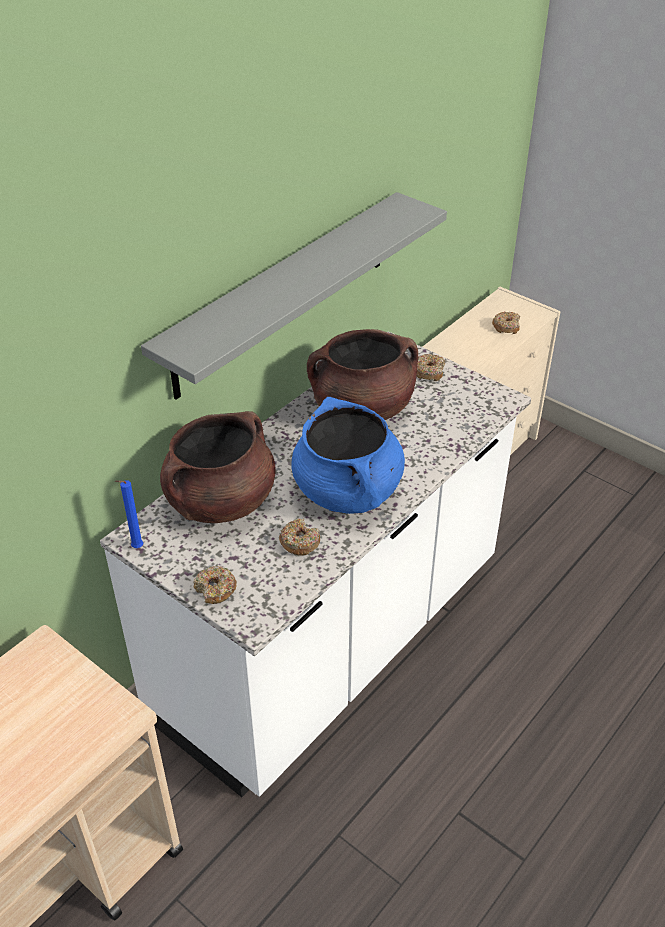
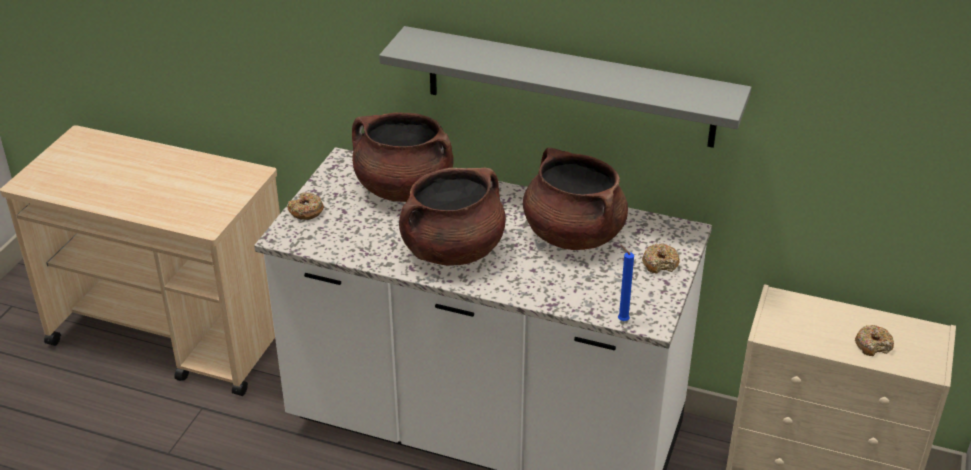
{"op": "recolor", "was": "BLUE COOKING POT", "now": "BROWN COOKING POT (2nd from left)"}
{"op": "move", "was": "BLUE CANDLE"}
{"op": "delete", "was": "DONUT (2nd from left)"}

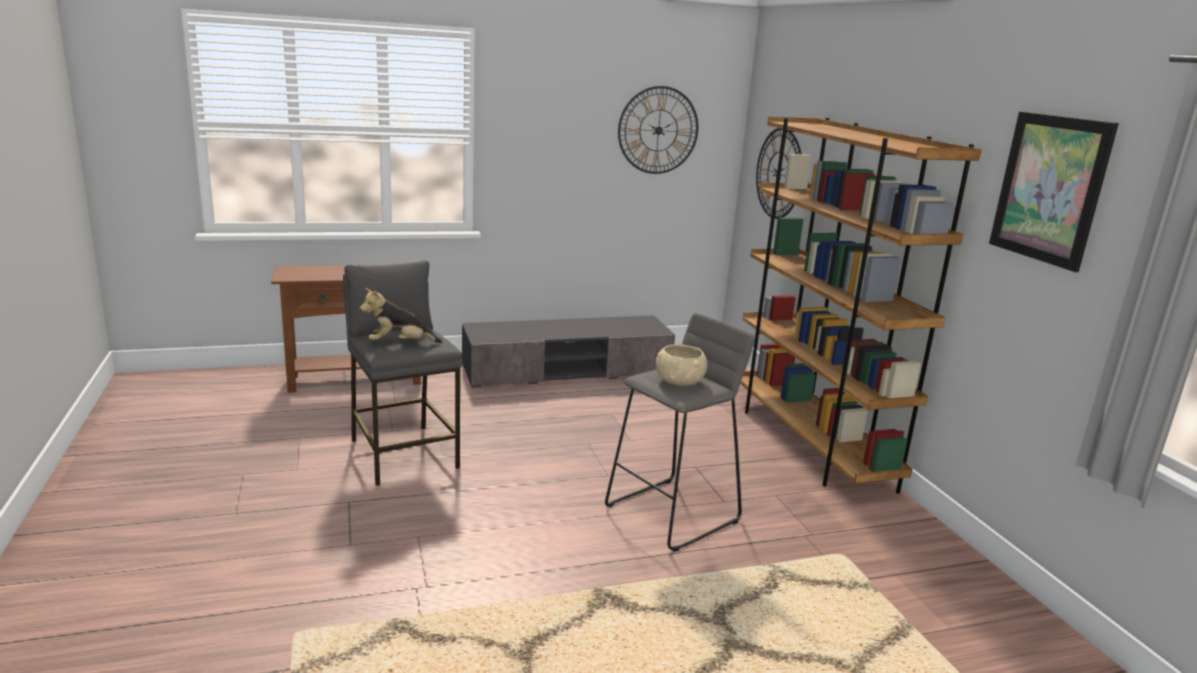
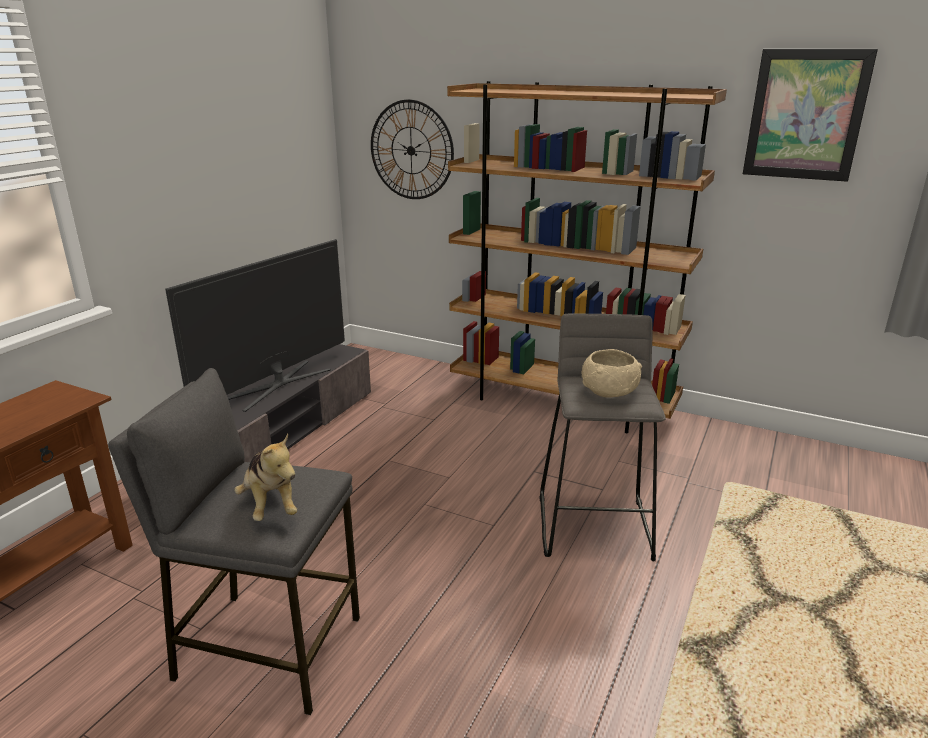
{"op": "insert", "now": "TELEVISION"}
{"op": "rotate", "was": "PLUSH TOY", "clockwise": -60}
{"op": "delete", "was": "WALL CLOCK (1st from left)"}

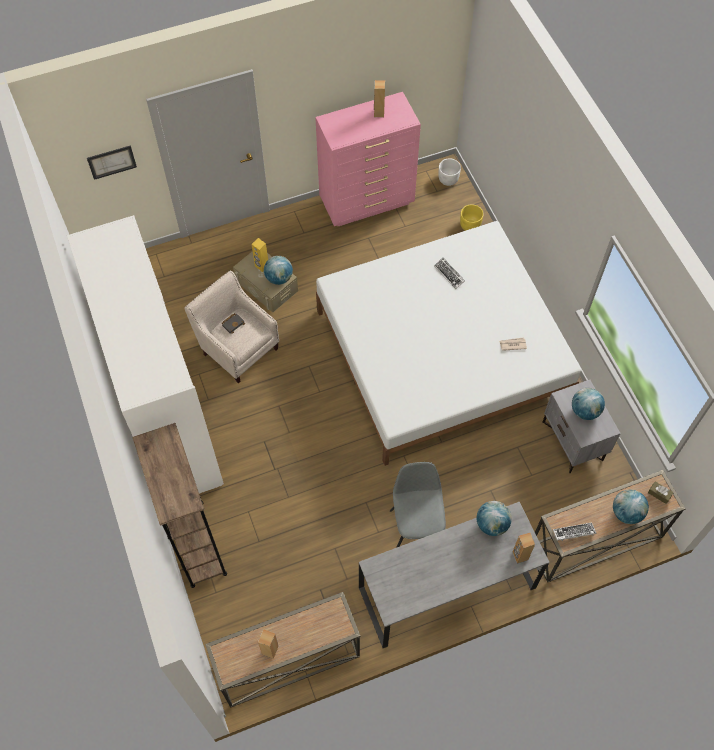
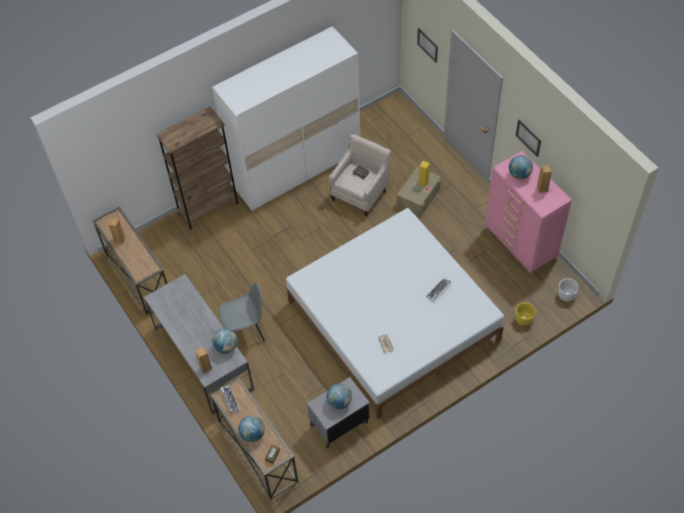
{"op": "move", "was": "GLOBE (1st from left in the first image)", "now": "GLOBE (4th from left)"}
{"op": "insert", "now": "PICTURE (2nd from left)"}

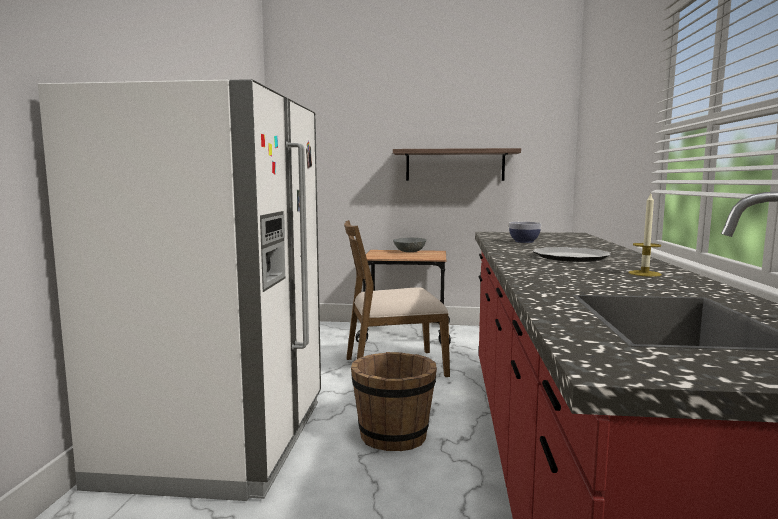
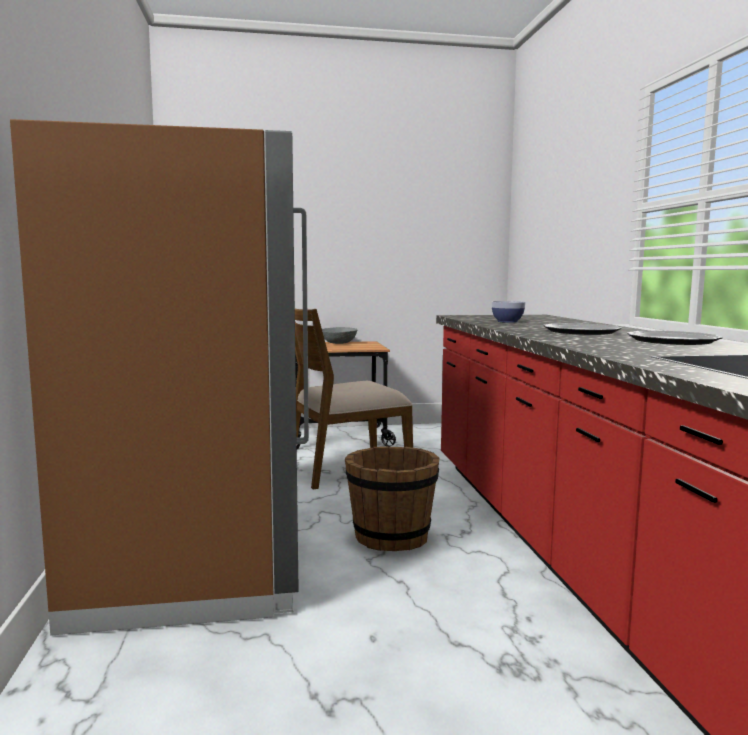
{"op": "recolor", "was": "WHITE FRIDGE", "now": "BROWN FRIDGE"}
{"op": "replace", "was": "CANDLE", "now": "PLATE (2nd from left)"}
{"op": "delete", "was": "SHELF"}

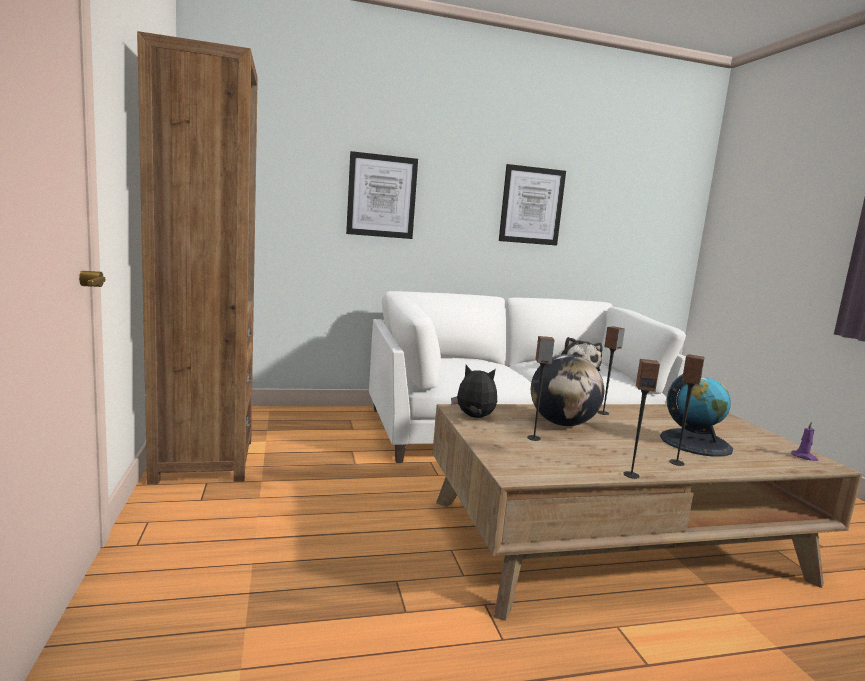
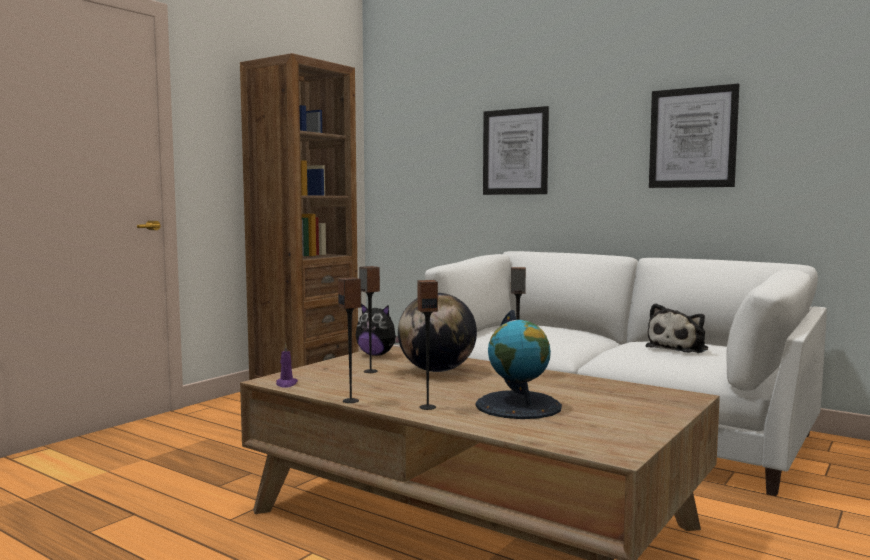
{"op": "move", "was": "PURPLE CANDLE"}
{"op": "rotate", "was": "PLUSH TOY (1st from left)", "clockwise": 135}

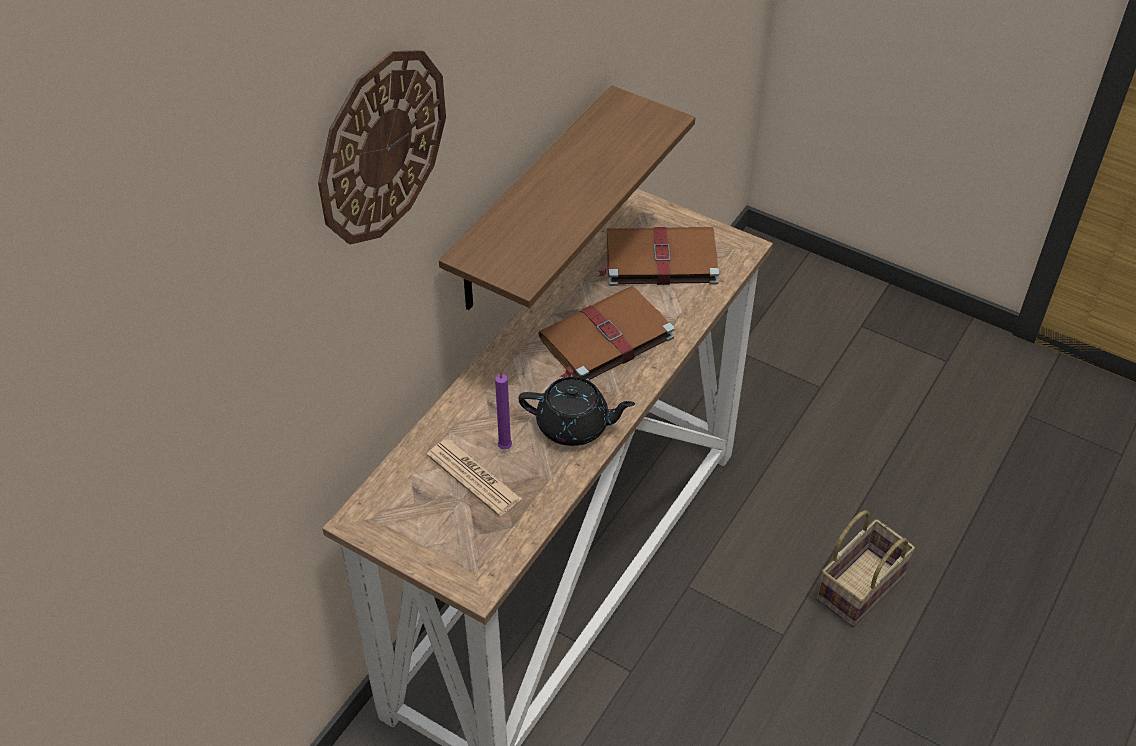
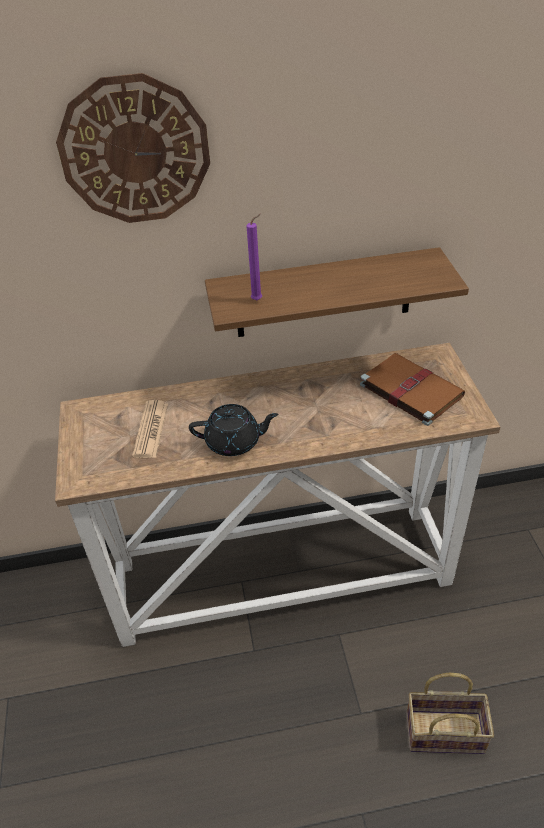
{"op": "rotate", "was": "BLACK TEAPOT", "clockwise": -60}
{"op": "move", "was": "PURPLE CANDLE"}
{"op": "delete", "was": "BROWN BOOK (1st from left)"}

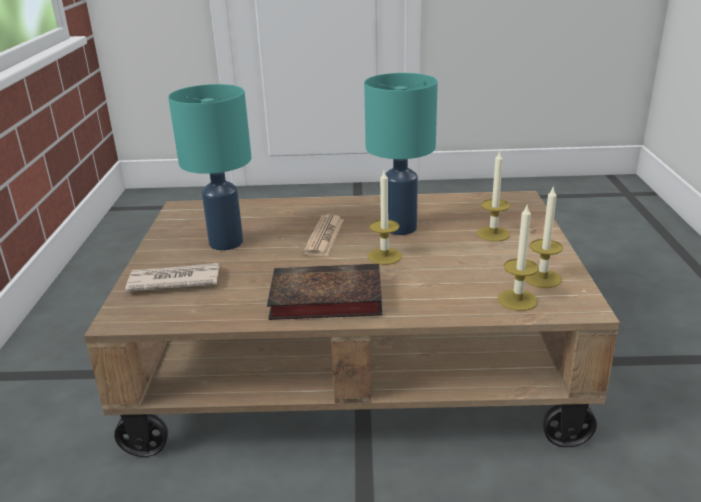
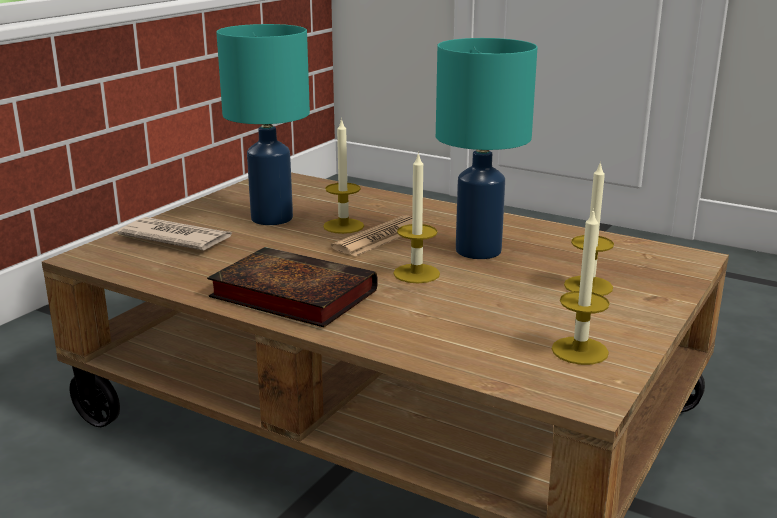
{"op": "move", "was": "CANDLE (3rd from left in the first image)", "now": "CANDLE (1st from left)"}

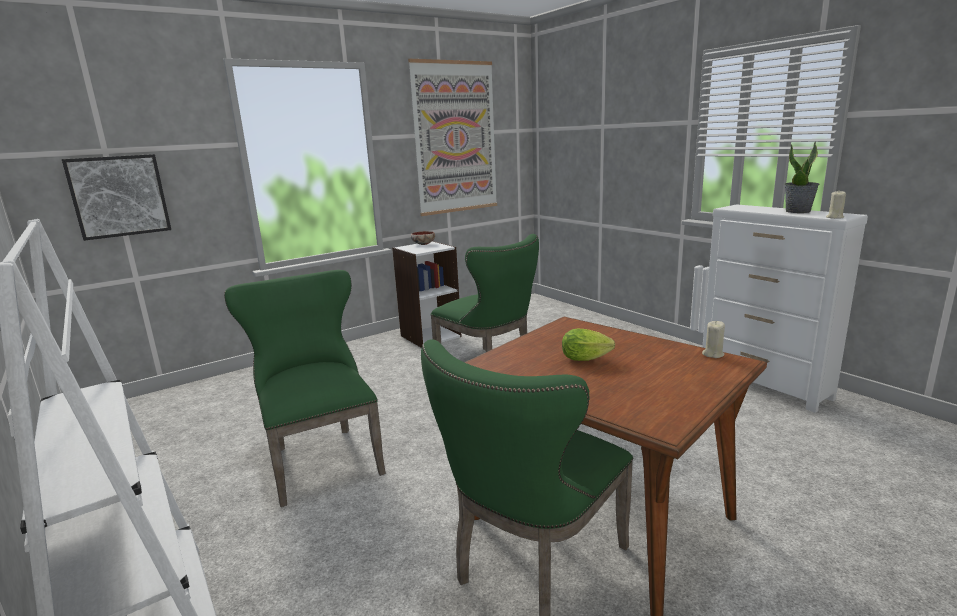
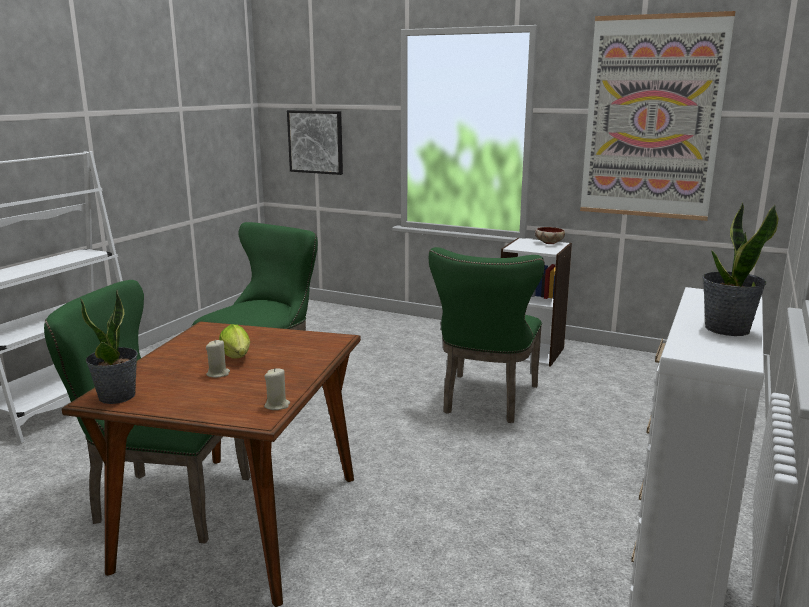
{"op": "insert", "now": "POTTED PLANT (1st from left)"}
{"op": "move", "was": "BEIGE CANDLE (2nd from left in the first image)", "now": "BEIGE CANDLE (1st from left)"}

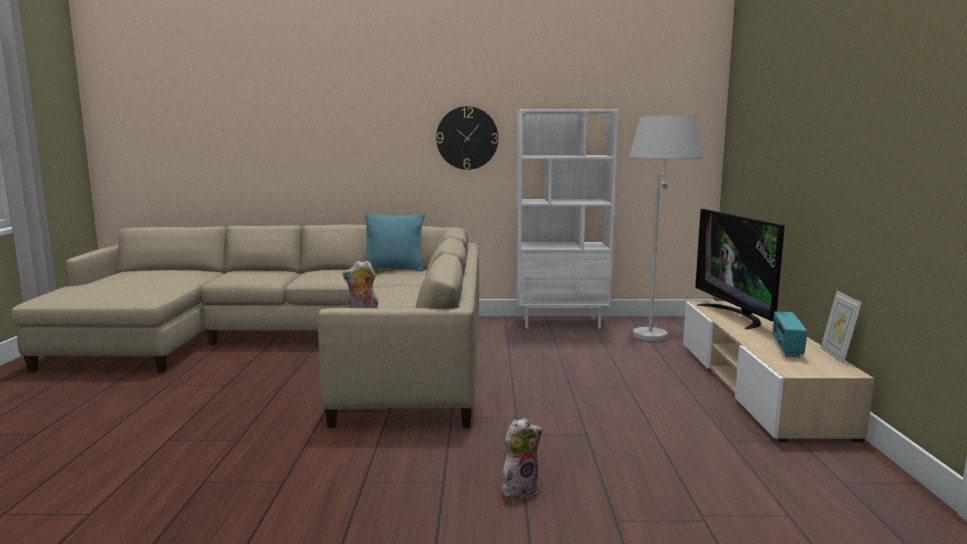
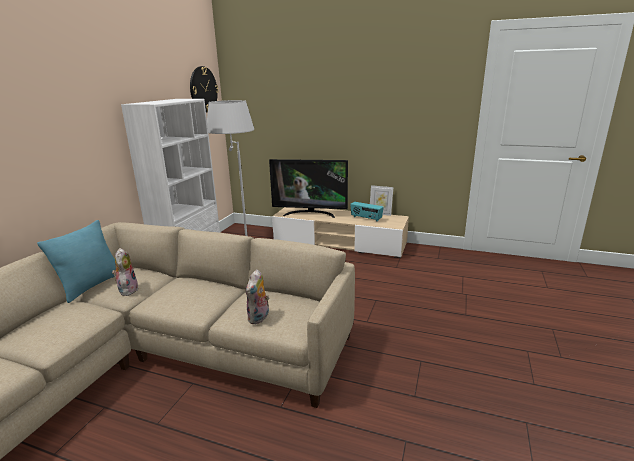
{"op": "move", "was": "PLUSH TOY (2nd from left in the first image)", "now": "PLUSH TOY (1st from left)"}
{"op": "move", "was": "WALL CLOCK"}

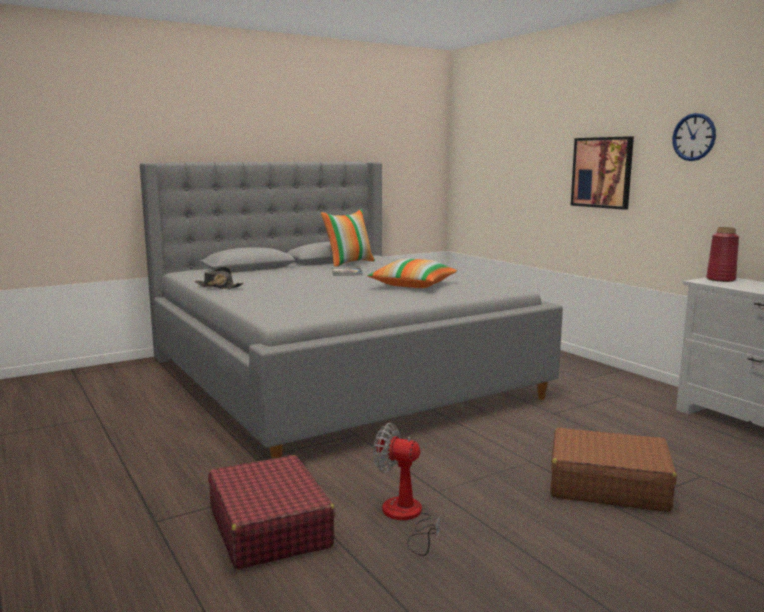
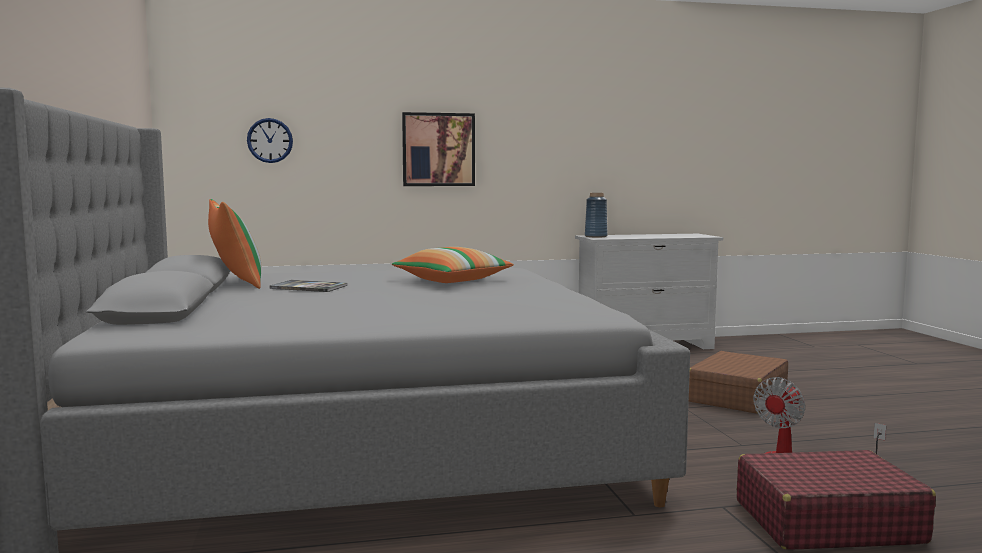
{"op": "move", "was": "WALL CLOCK"}
{"op": "recolor", "was": "RED VASE", "now": "BLUE VASE"}
{"op": "delete", "was": "BLACK HAT"}

